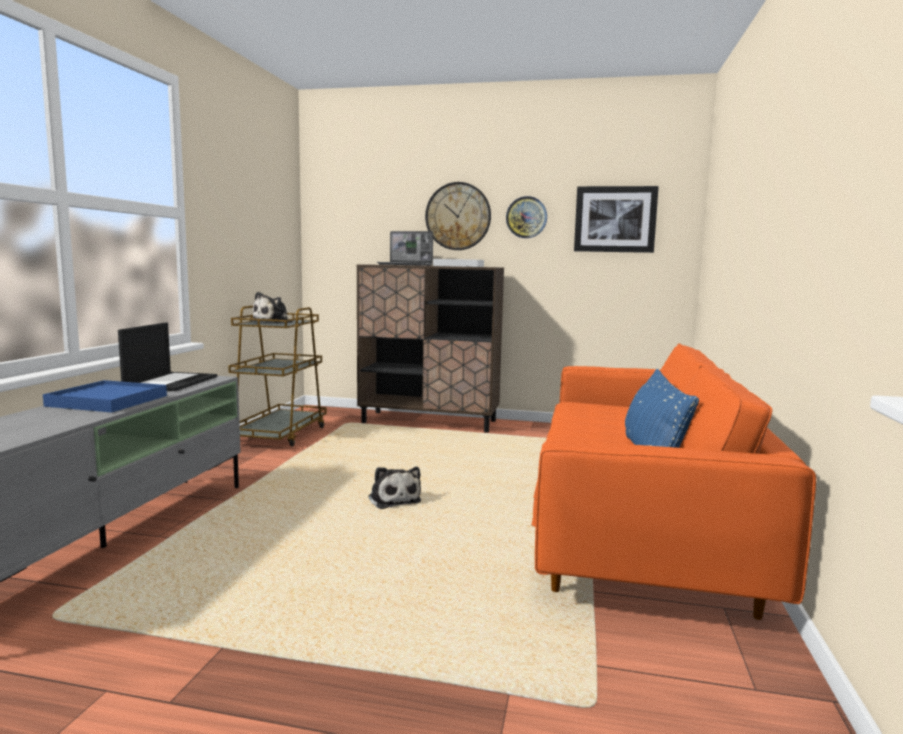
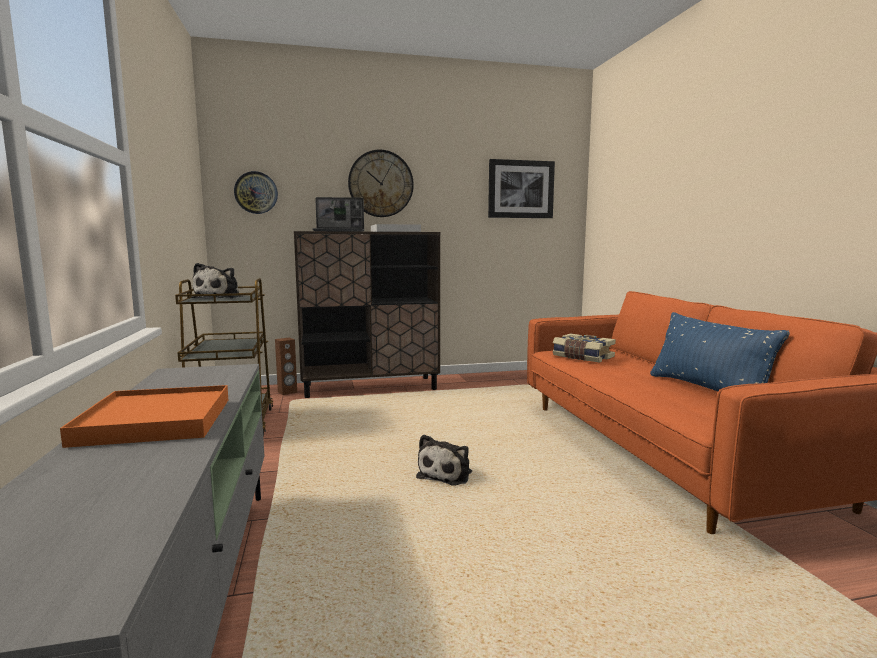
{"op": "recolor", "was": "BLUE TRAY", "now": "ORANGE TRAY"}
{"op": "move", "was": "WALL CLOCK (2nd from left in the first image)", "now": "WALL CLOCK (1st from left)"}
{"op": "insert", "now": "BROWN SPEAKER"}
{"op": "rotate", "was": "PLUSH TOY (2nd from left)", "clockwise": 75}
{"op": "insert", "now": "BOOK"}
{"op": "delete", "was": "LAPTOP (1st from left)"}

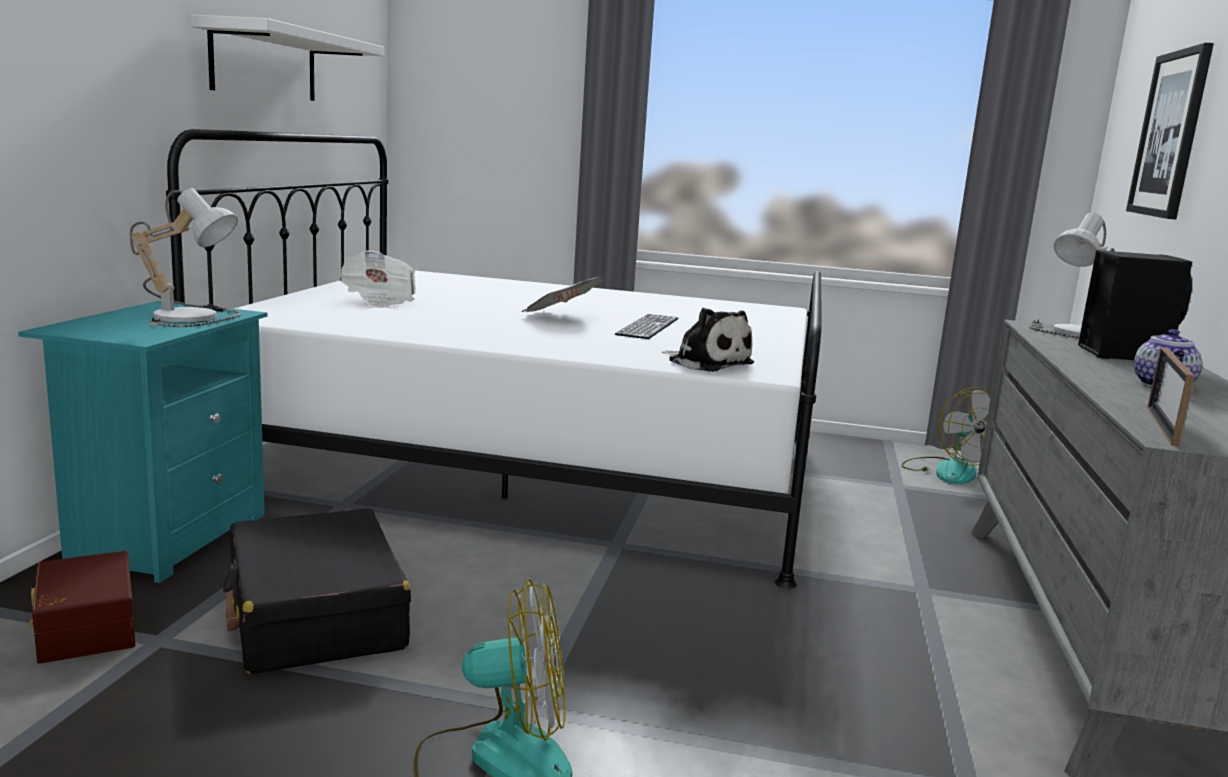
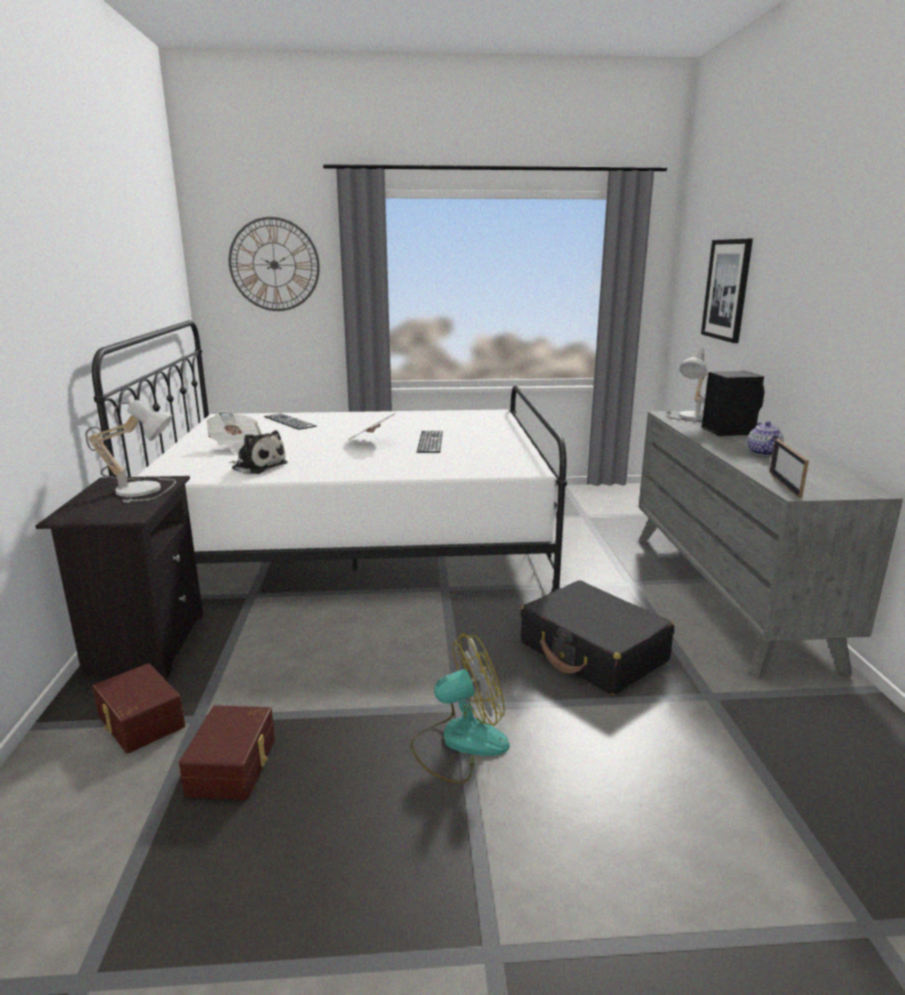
{"op": "recolor", "was": "TURQUOISE NIGHTSTAND", "now": "BLACK NIGHTSTAND"}
{"op": "insert", "now": "BROWN STORAGE BOX (2nd from left)"}
{"op": "insert", "now": "WALL CLOCK"}
{"op": "move", "was": "PLUSH TOY"}
{"op": "insert", "now": "KEYBOARD (1st from left)"}
{"op": "move", "was": "BLACK SUITCASE"}
{"op": "delete", "was": "WHITE SHELF"}
{"op": "delete", "was": "FAN (2nd from left)"}

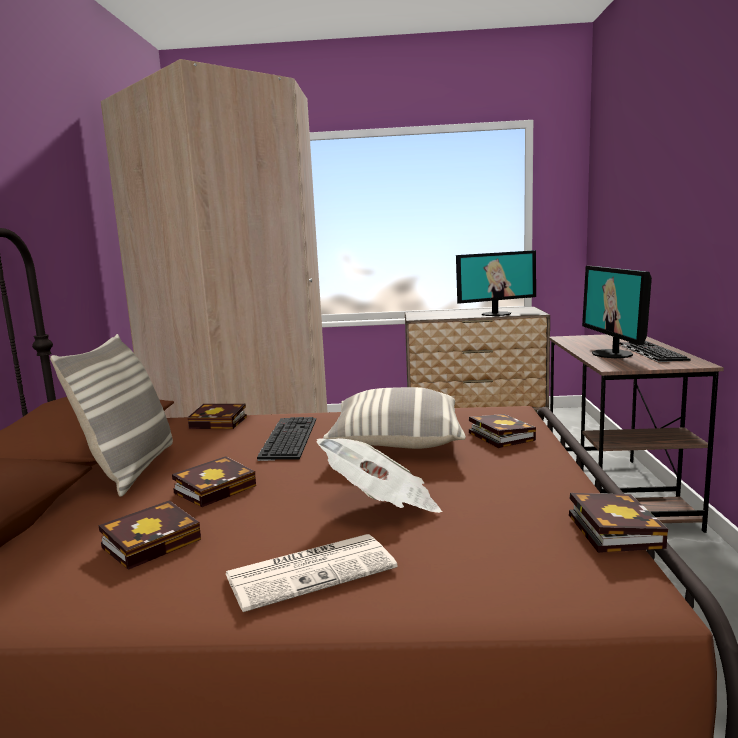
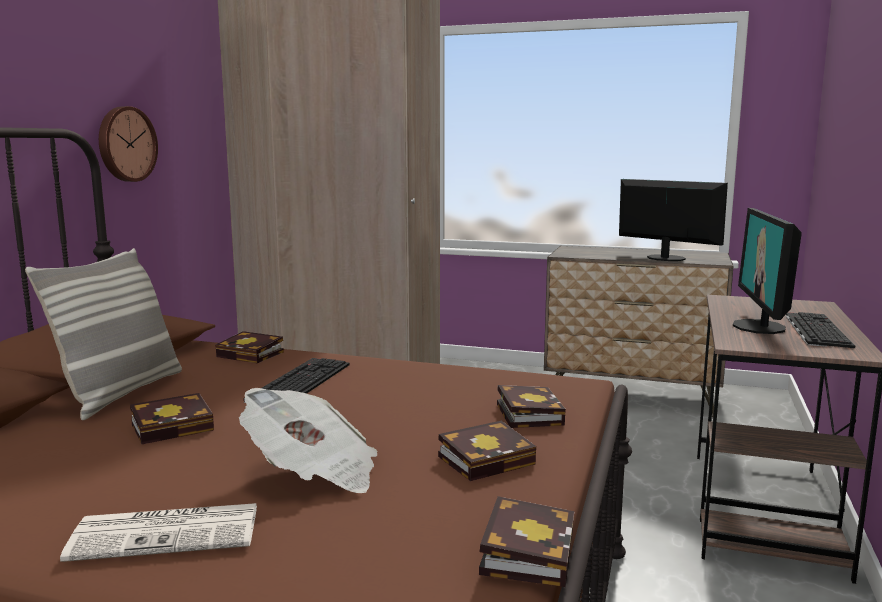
{"op": "insert", "now": "WALL CLOCK"}
{"op": "move", "was": "BOOK (1st from left in the first image)", "now": "BOOK (3rd from left)"}
{"op": "rotate", "was": "MONITOR (1st from left)", "clockwise": -135}
{"op": "delete", "was": "PILLOW (2nd from left)"}

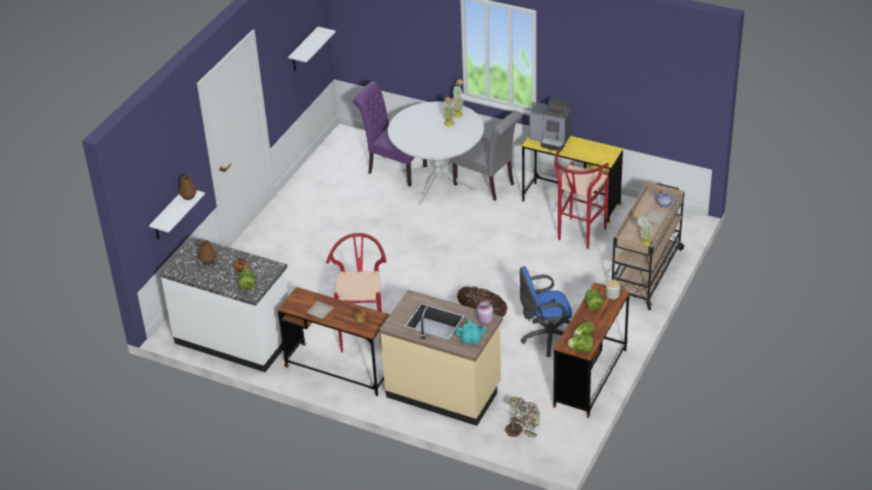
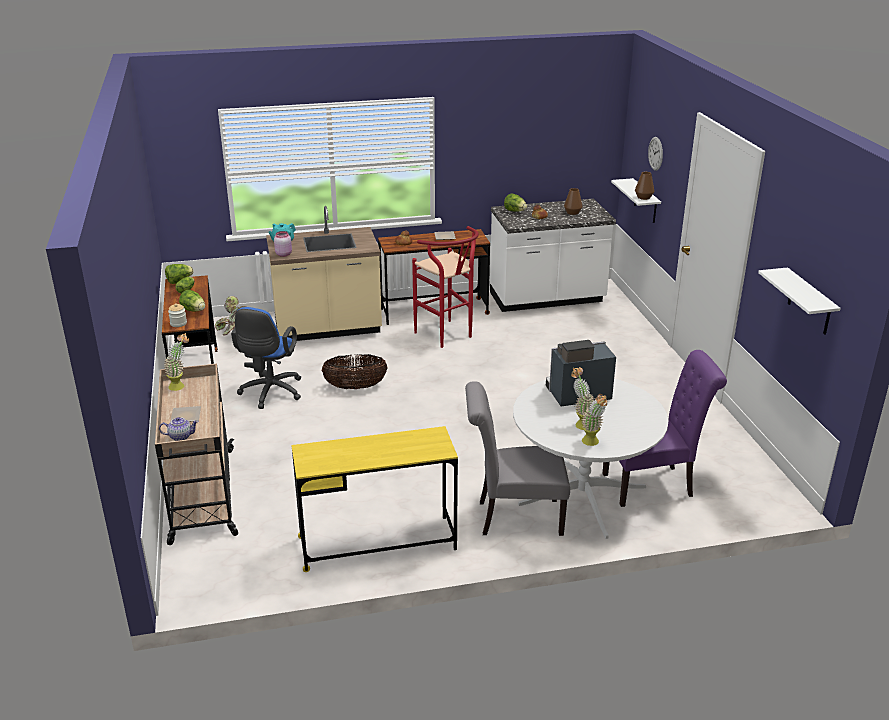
{"op": "rotate", "was": "BLUE OFFICE CHAIR", "clockwise": 150}
{"op": "move", "was": "COFFEE MACHINE"}
{"op": "insert", "now": "WALL CLOCK"}
{"op": "delete", "was": "RED STOOL (2nd from left)"}

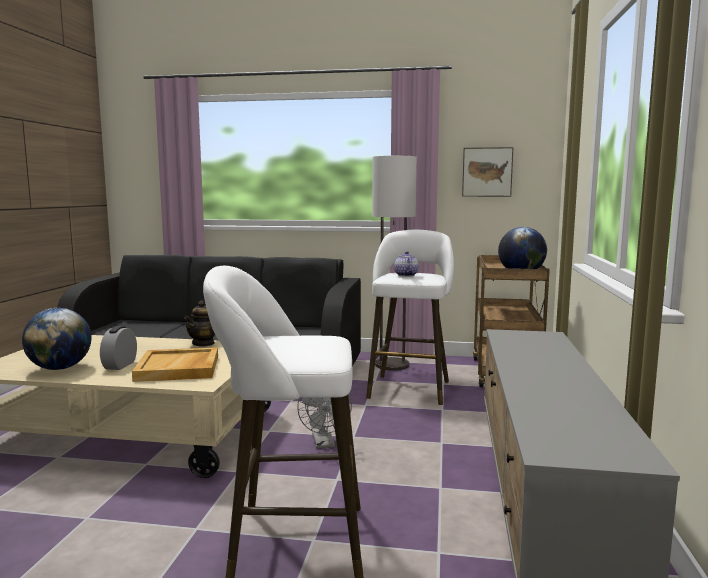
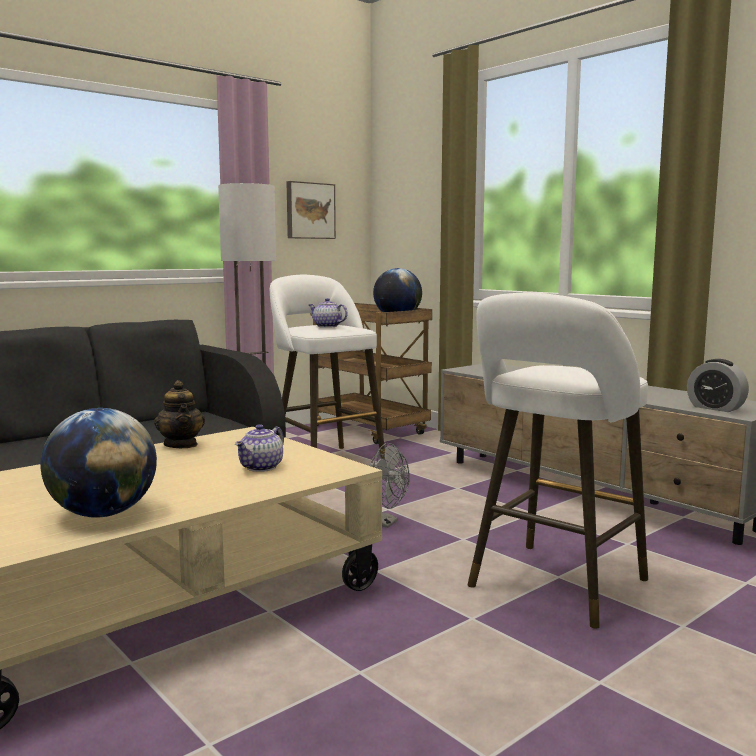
{"op": "replace", "was": "BEIGE TRAY", "now": "TEAPOT (2nd from left)"}
{"op": "move", "was": "ALARM CLOCK"}

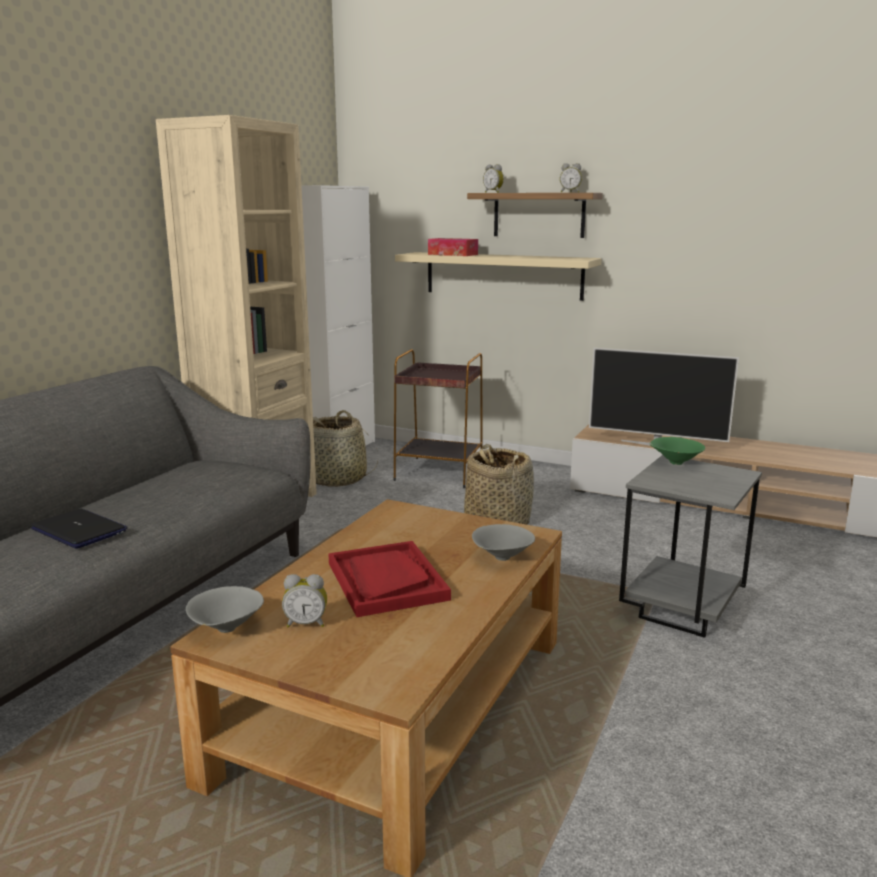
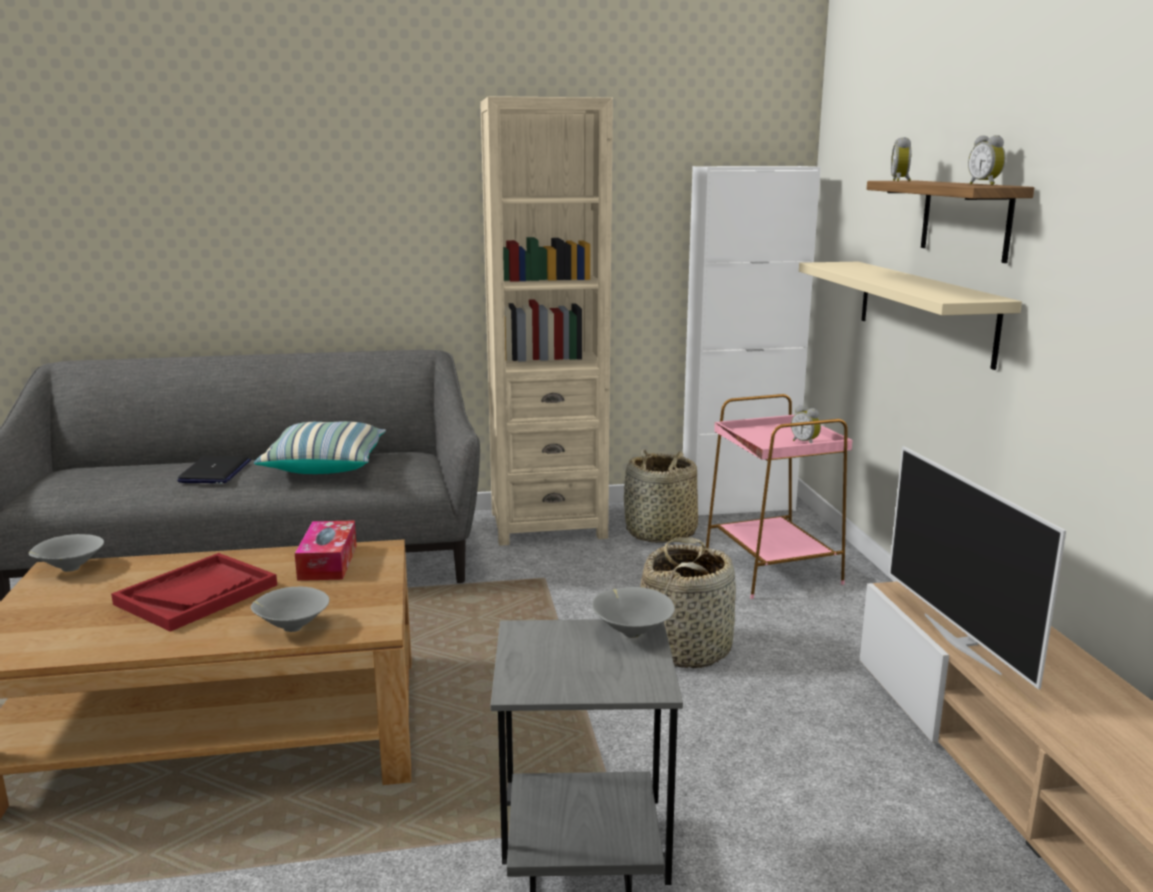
{"op": "insert", "now": "PILLOW"}
{"op": "move", "was": "TISSUE BOX"}
{"op": "recolor", "was": "GREEN BOWL", "now": "GREY BOWL (3rd from left)"}
{"op": "recolor", "was": "BROWN SIDE TABLE", "now": "PINK SIDE TABLE"}
{"op": "move", "was": "ALARM CLOCK (1st from left)"}

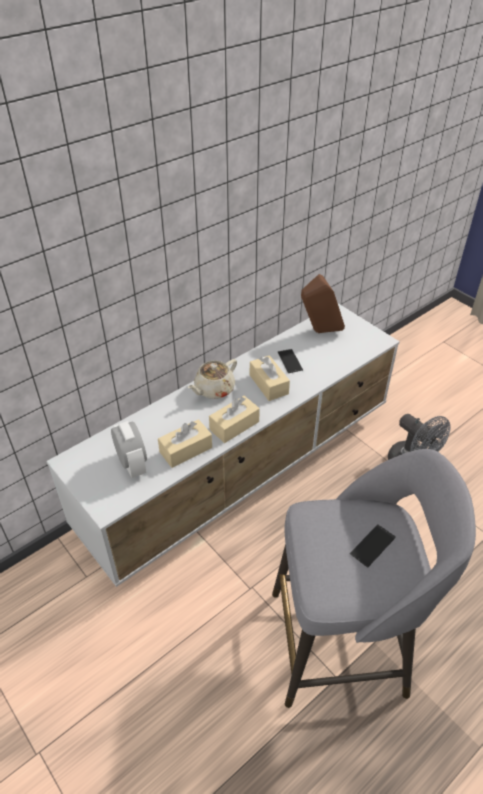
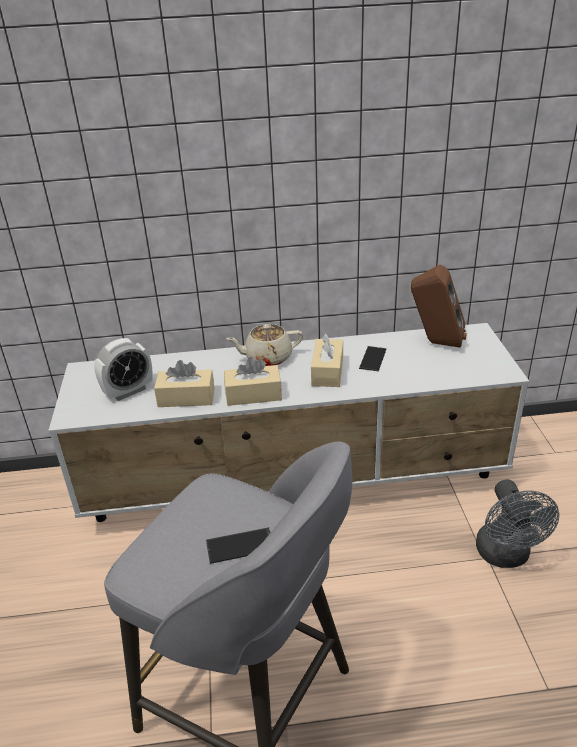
{"op": "rotate", "was": "ALARM CLOCK", "clockwise": 45}

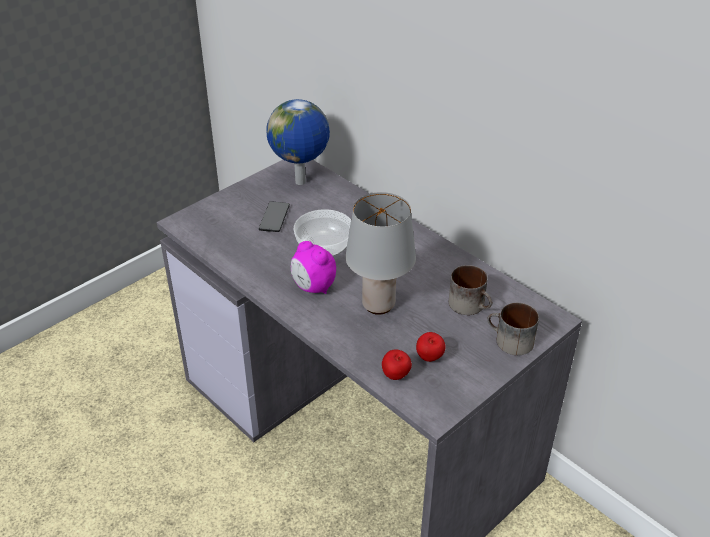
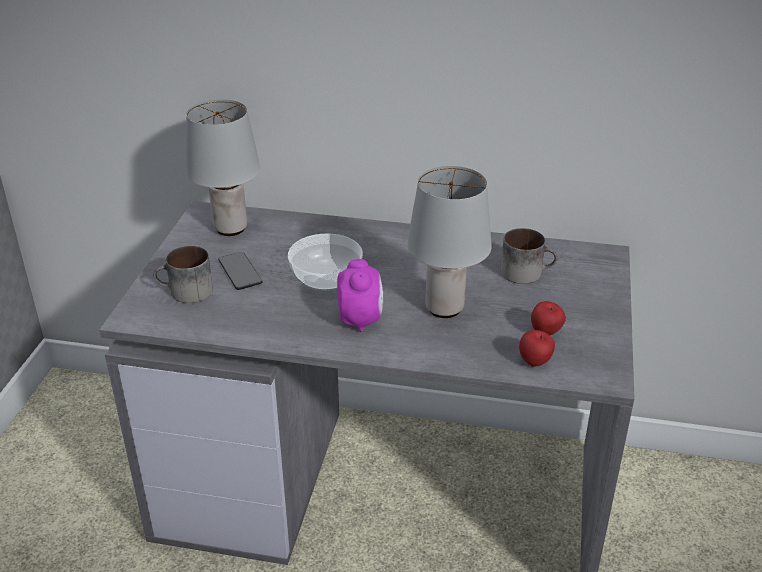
{"op": "move", "was": "MUG (2nd from left in the first image)", "now": "MUG (1st from left)"}
{"op": "replace", "was": "GLOBE", "now": "GREY TABLE LAMP (1st from left)"}
{"op": "rotate", "was": "ALARM CLOCK", "clockwise": -105}

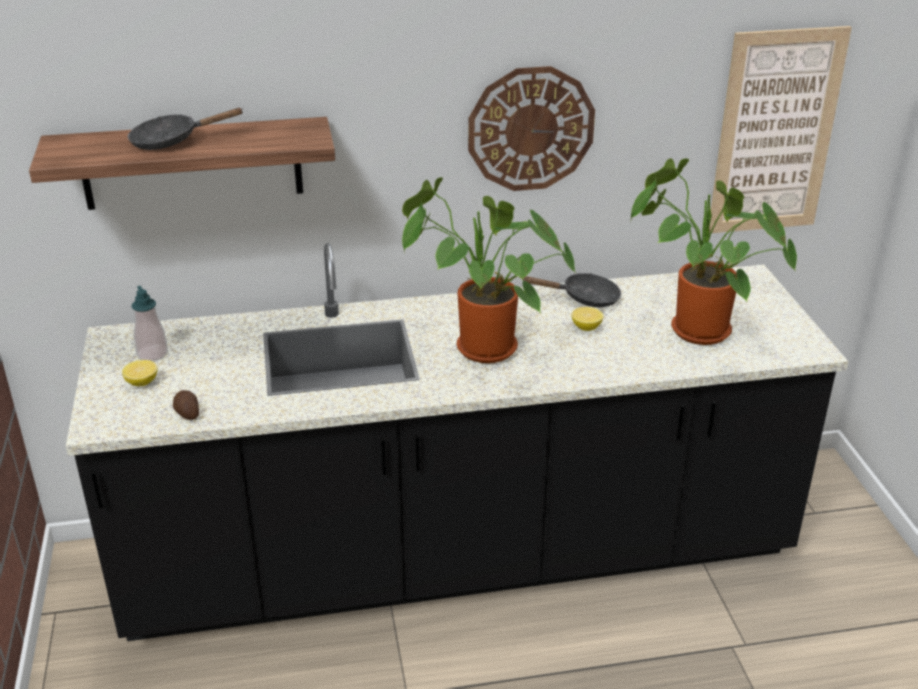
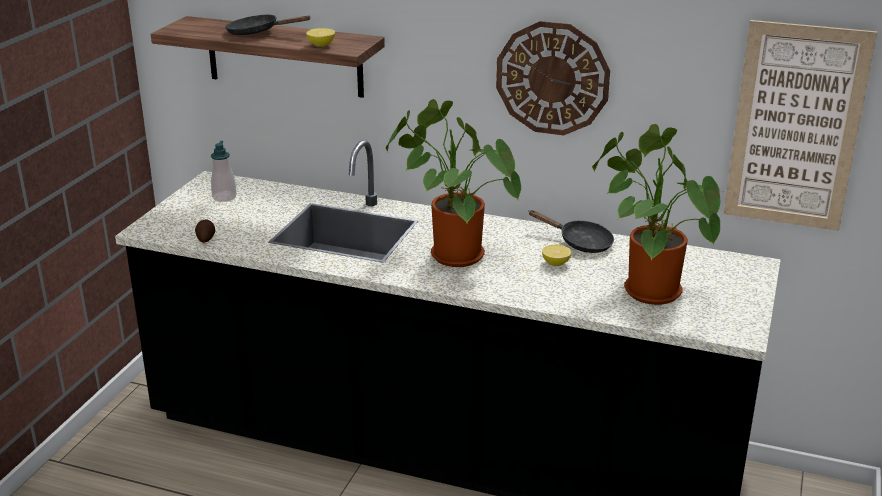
{"op": "move", "was": "LEMON (1st from left)"}

